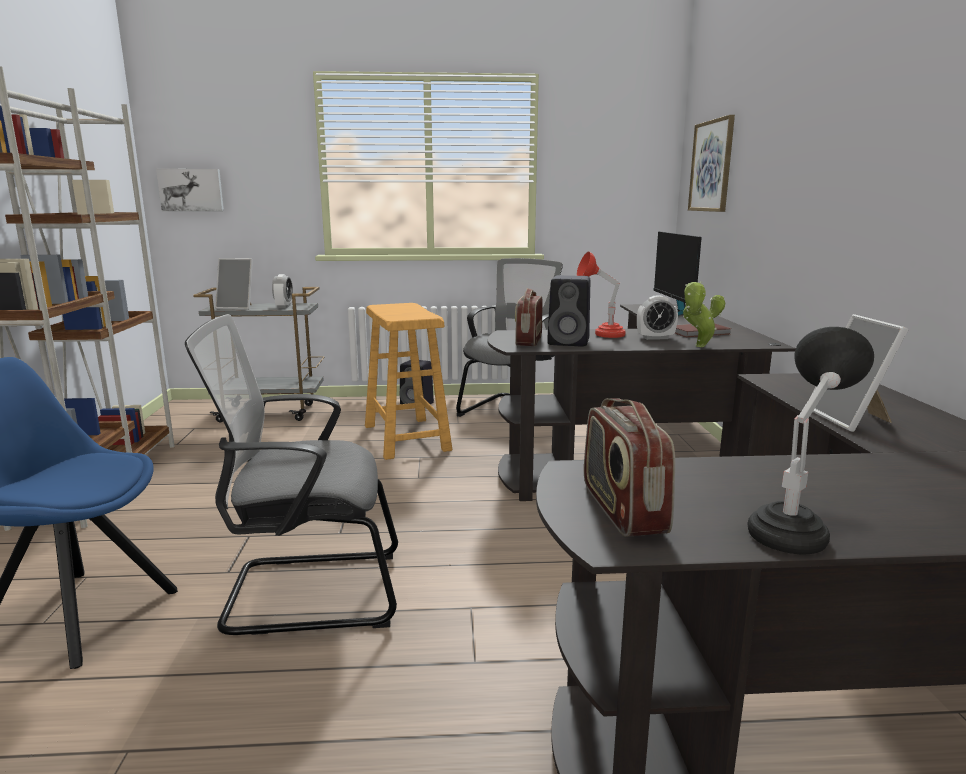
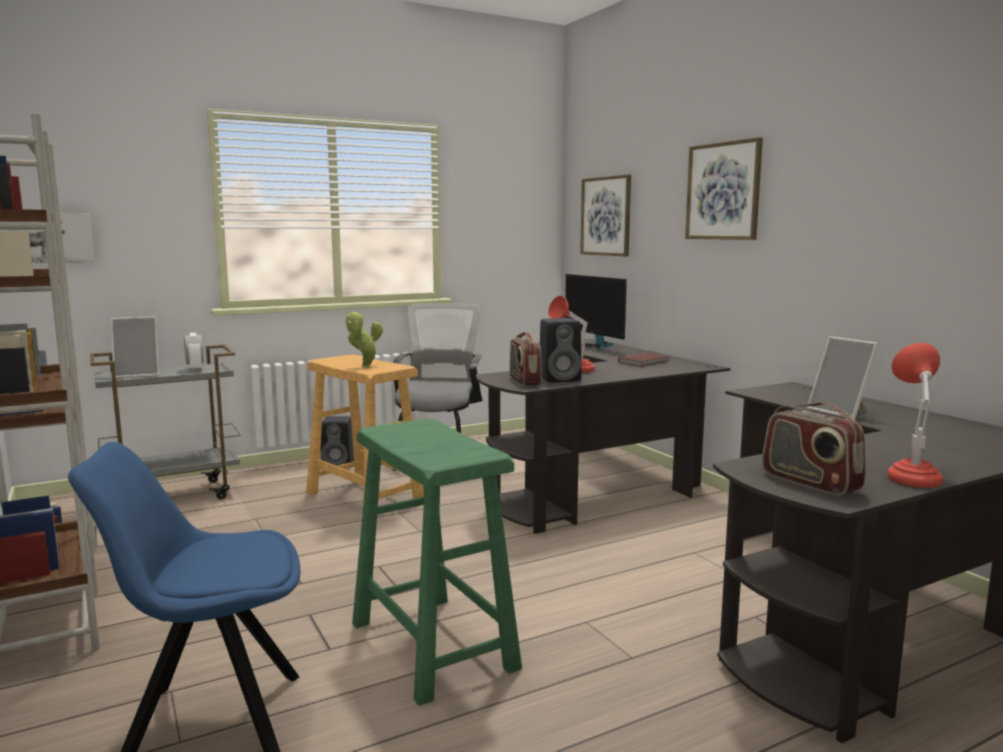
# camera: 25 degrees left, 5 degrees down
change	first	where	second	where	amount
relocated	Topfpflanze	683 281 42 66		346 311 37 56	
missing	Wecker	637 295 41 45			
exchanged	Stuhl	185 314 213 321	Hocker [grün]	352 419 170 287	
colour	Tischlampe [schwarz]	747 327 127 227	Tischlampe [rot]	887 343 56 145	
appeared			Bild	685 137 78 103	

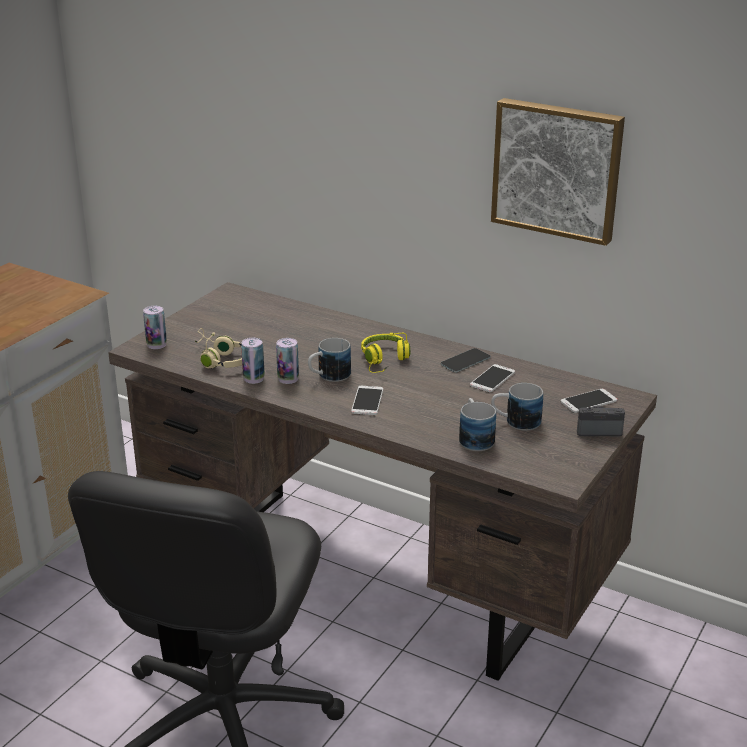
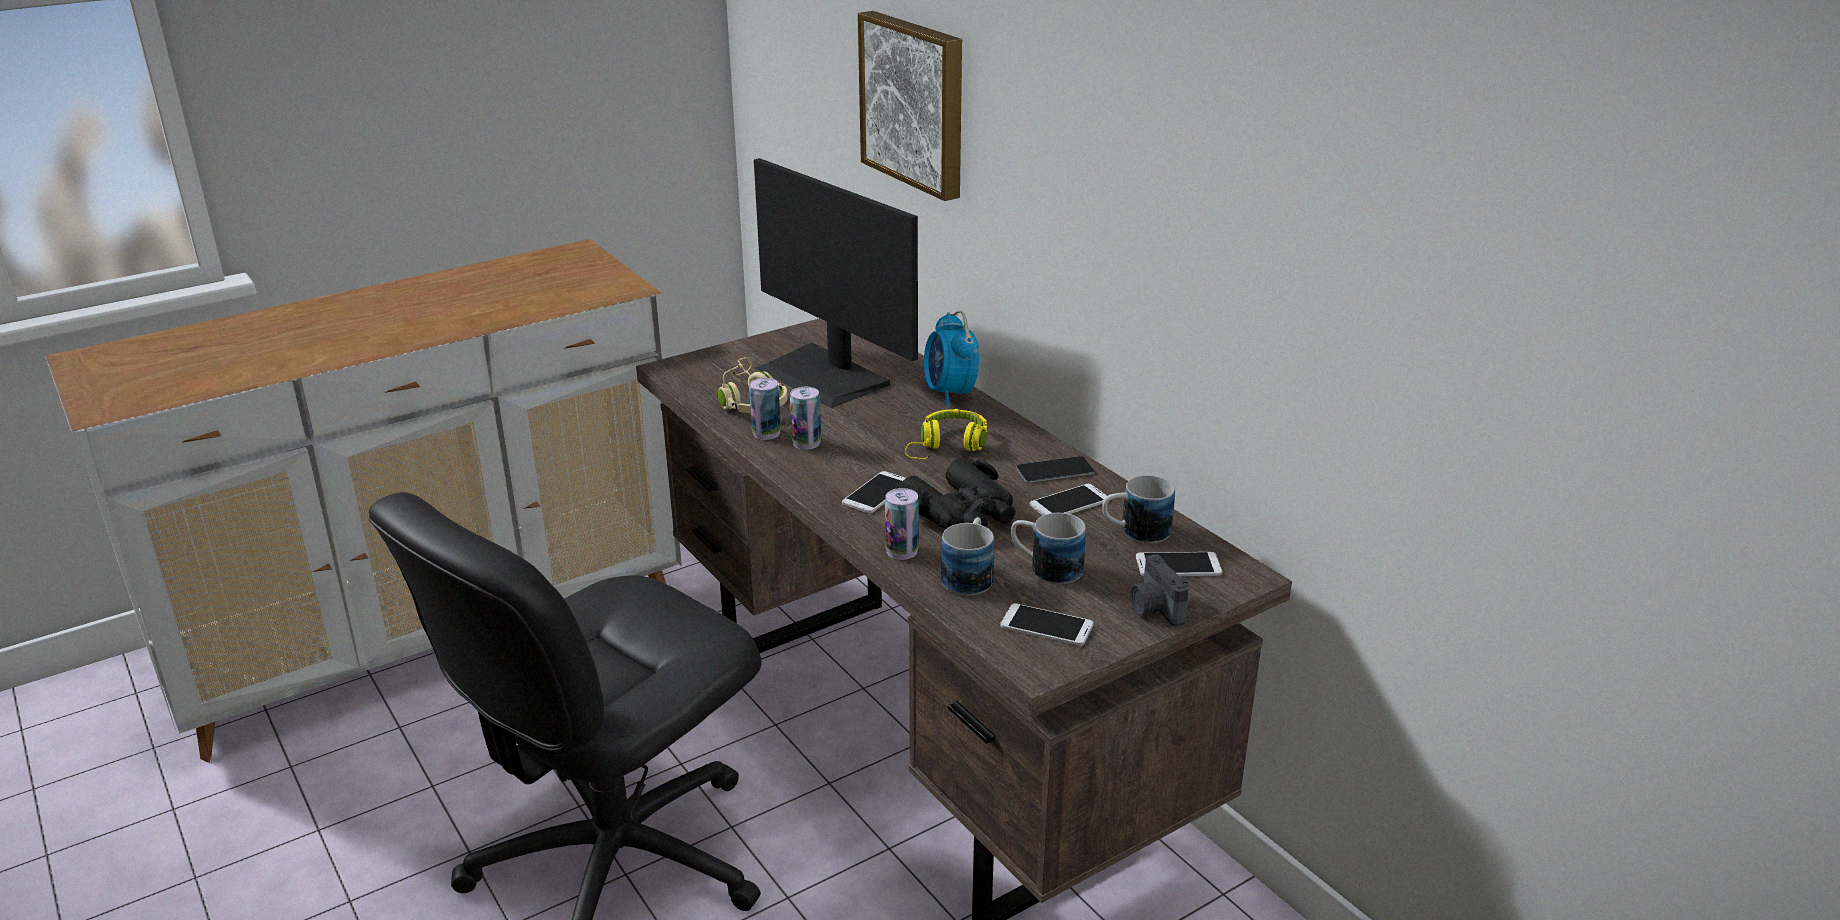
# camera: 25 degrees right, 0 degrees up
change	first	where	second	where	amount
relocated	Bild	491 98 134 148		858 11 104 190	
relocated	Dose	143 306 24 43		885 488 34 72	
relocated	Henkelbecher	308 338 43 44		1102 475 73 69	
spun	Kamera	577 405 48 31		1130 554 59 72	135 degrees counterclockwise
appeared			Monitor	754 158 164 250	
appeared			Wecker	924 310 55 96	
appeared			Fernglas [schwarz]	895 458 121 71	
appeared			Handy	1000 603 94 43	

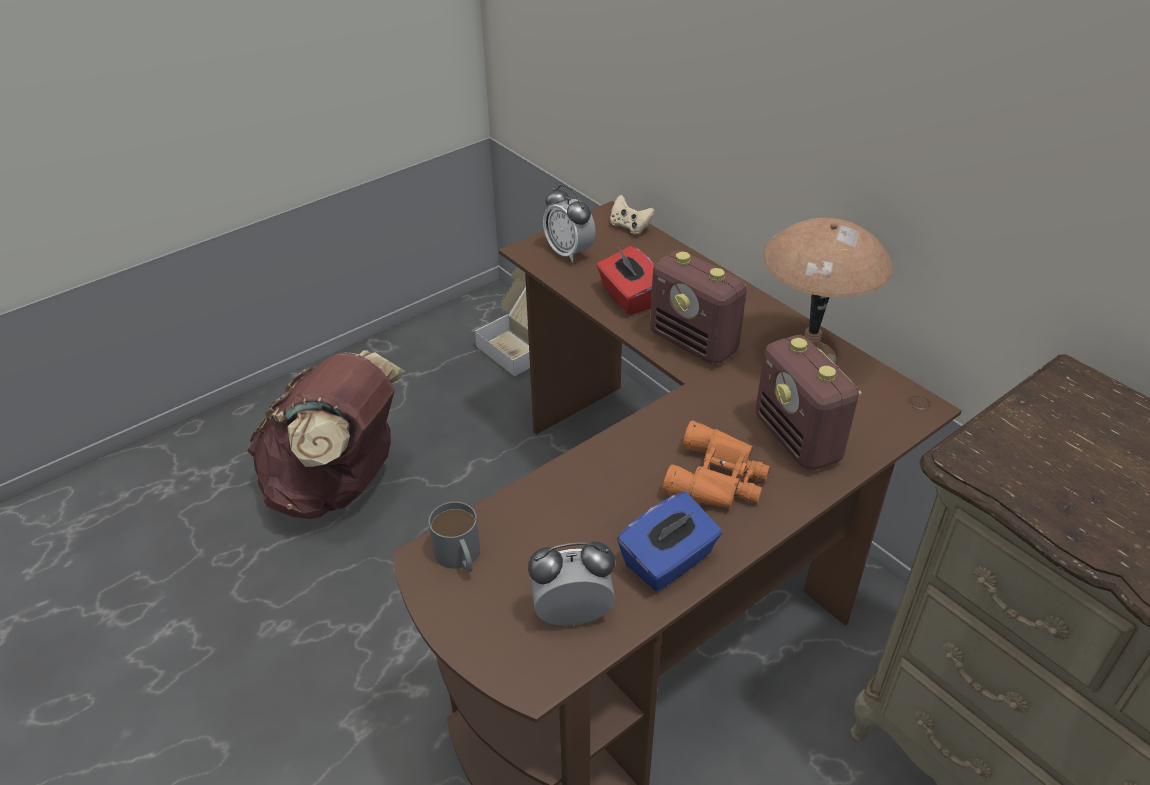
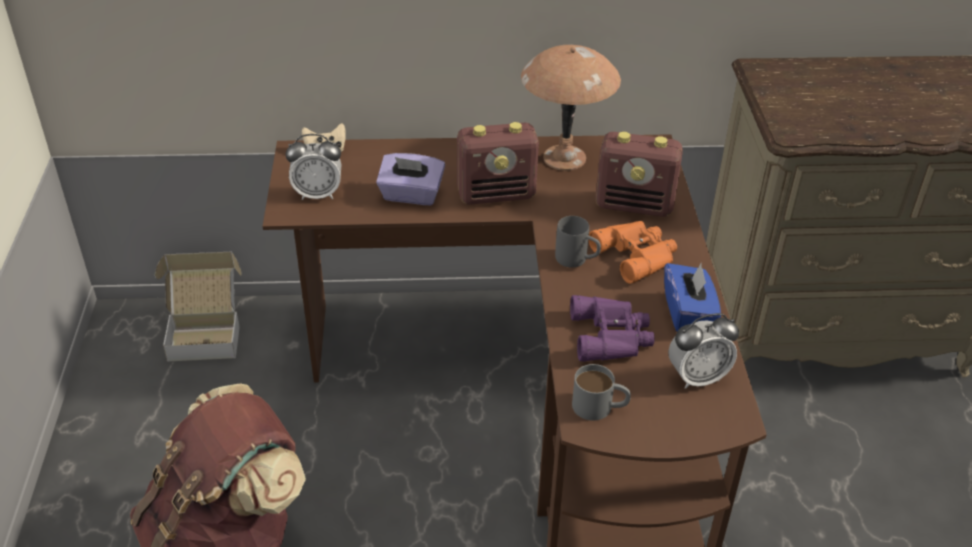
# camera: 55 degrees left, 0 degrees up
change	first	where	second	where	amount
colour	Taschentuchbox [rot]	597 246 58 69	Taschentuchbox [lila]	376 153 69 52	
spun	Wecker	528 542 87 84		668 313 71 76	135 degrees counterclockwise
appeared			Henkelbecher [grau]	555 216 46 52	
appeared			Fernglas [lila]	570 295 85 67	

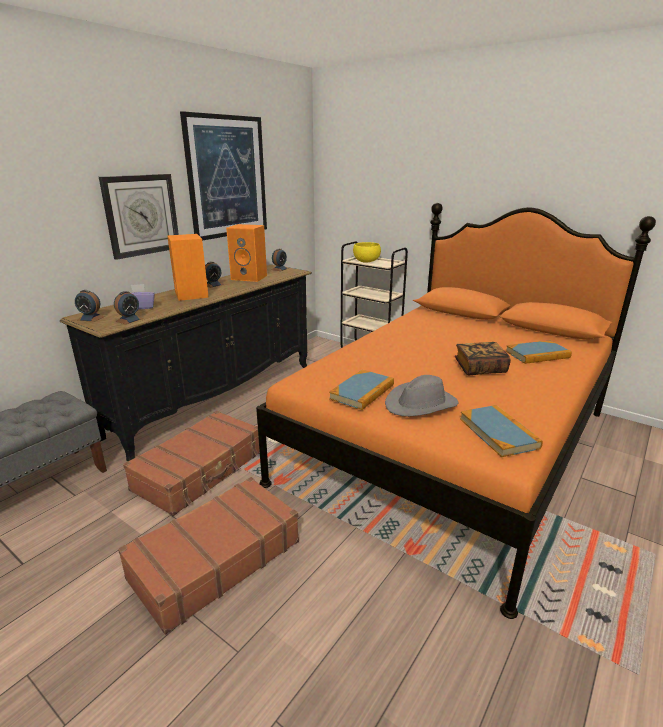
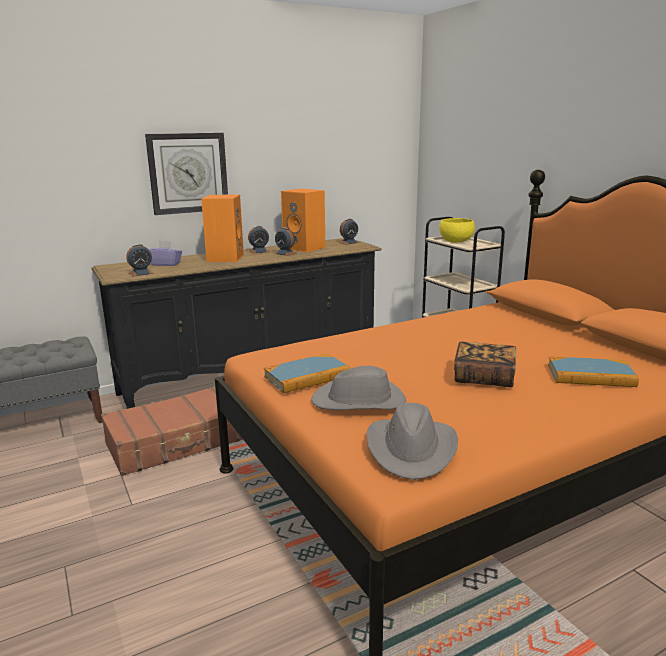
# camera: 25 degrees right, 5 degrees down
change	first	where	second	where	amount
missing	Bild	180 111 87 130			
relocated	Wecker	75 290 30 32		274 227 23 29	
exchanged	Buch	460 405 83 52	Hut [grau]	366 403 92 77	
missing	Koffer [braun]	118 477 181 158			

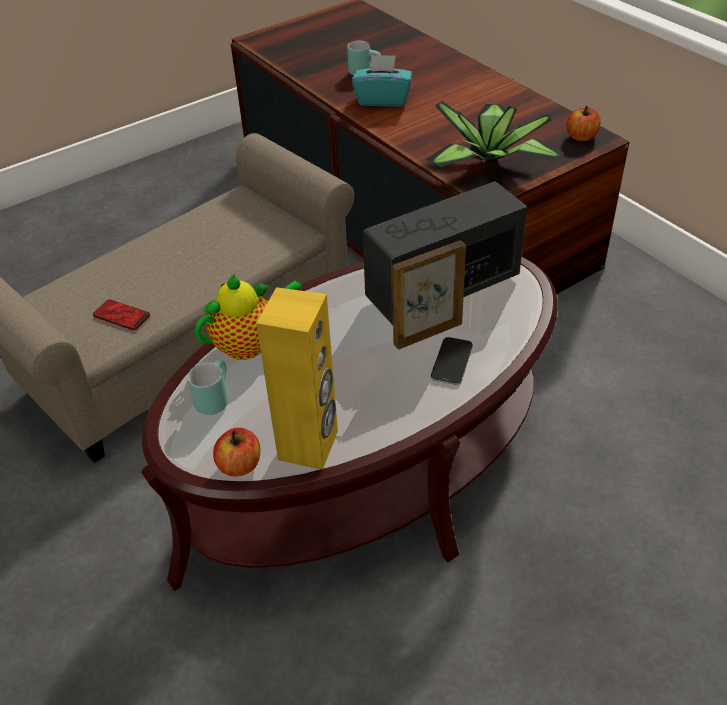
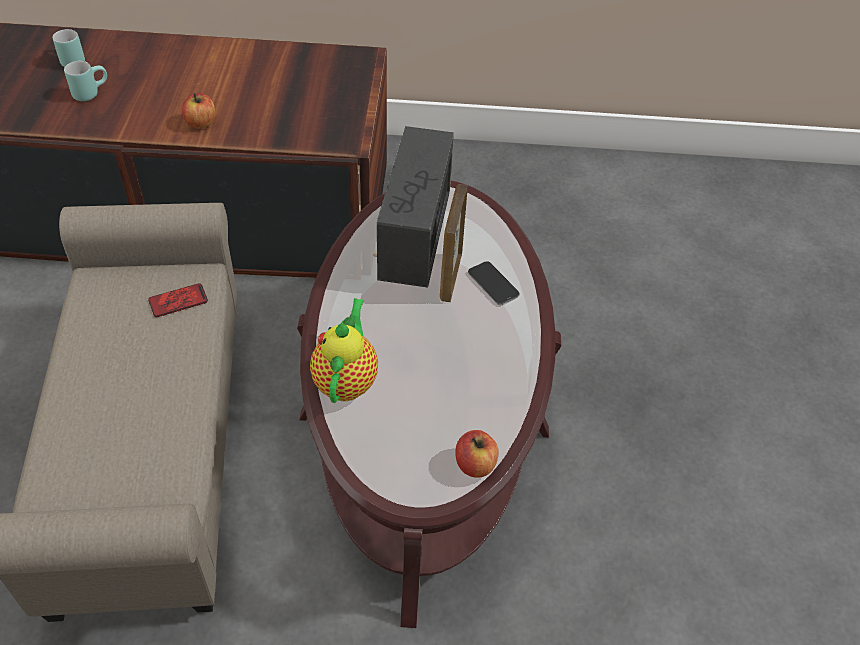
# camera: 55 degrees left, 5 degrees up
change	first	where	second	where	amount
missing	Taschentuchbox [türkis]	352 54 60 53			
missing	Topfpflanze	426 101 137 66			
relocated	Apfel	567 106 34 35		182 93 33 36	
missing	Lautsprecher [gelb]	256 287 82 183			
relocated	Handy	93 299 57 31		148 283 60 34	
relocated	Henkelbecher [türkis]	188 359 40 56		52 29 33 38	

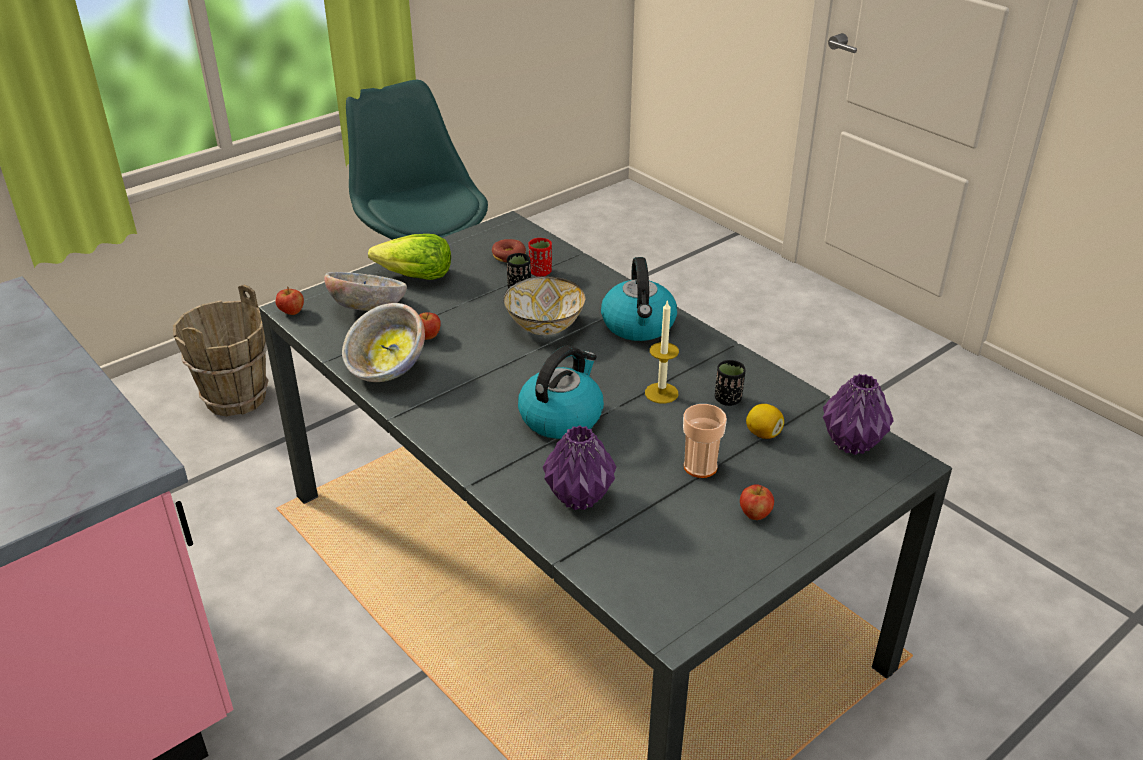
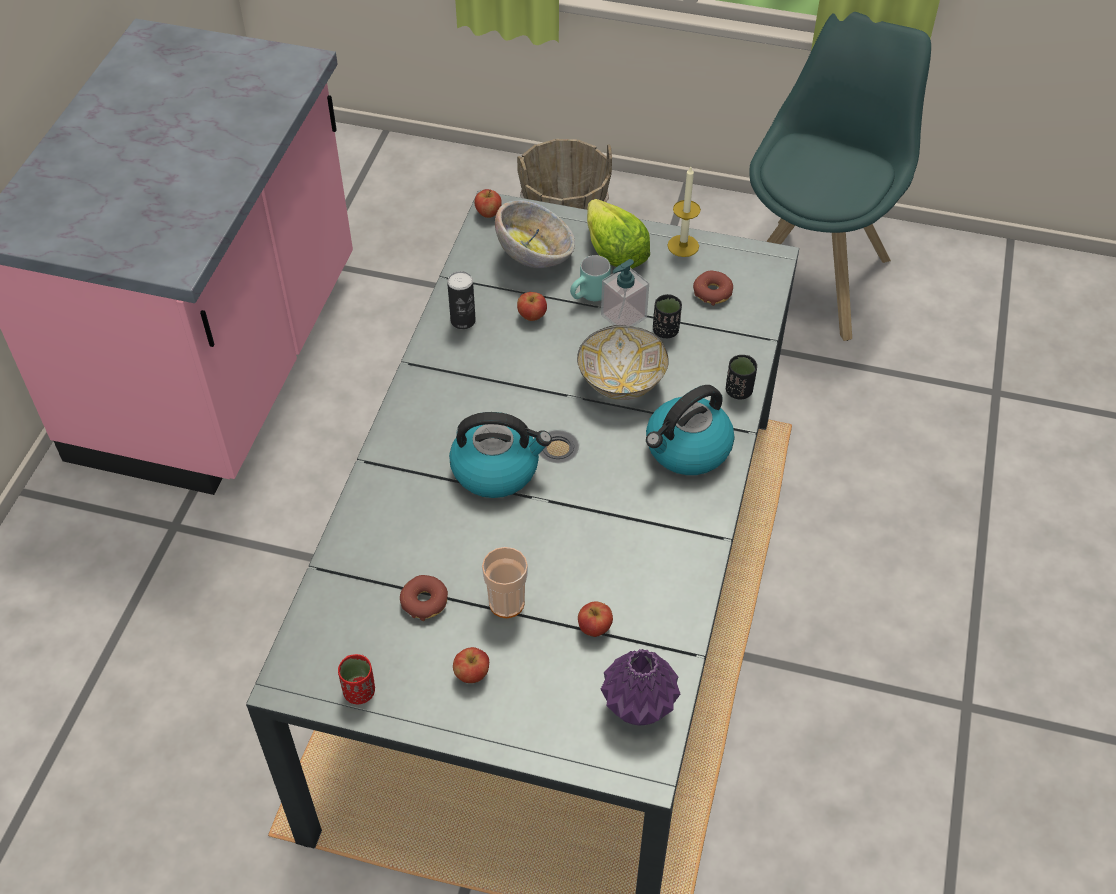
# camera: 55 degrees right, 15 degrees up
change	first	where	second	where	amount
relocated	Tasse [rot]	528 238 24 39		338 654 37 50	
relocated	Kerze	645 300 34 104		667 167 34 90	
exchanged	Schüssel	342 303 83 79	Dose	447 271 29 58	
relocated	Tasse [schwarz]	715 360 31 46		726 355 31 44	
exchanged	Zitrone	746 404 38 35	Apfel	578 601 35 36	
missing	Vase [lila]	543 425 73 85			
appeared			Henkelbecher [türkis]	570 255 41 46	
appeared			Seifenspender	601 259 48 67	
appeared			Donut	400 575 48 46	

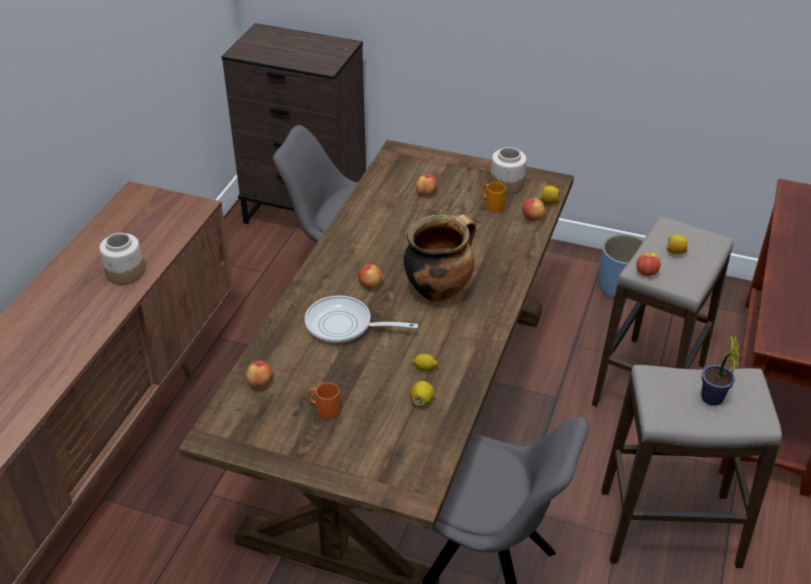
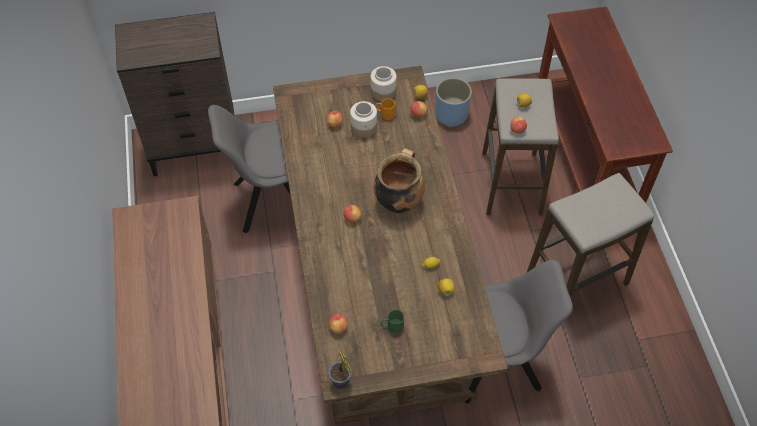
# camera: 30 degrees left, 15 degrees up
change	first	where	second	where	amount
relocated	Vorratsglas	99 233 45 52		350 101 27 36	
missing	Pfanne	305 295 113 48			
relocated	Topfpflanze	702 336 37 70		329 351 23 38	
colour	Henkelbecher [orange]	307 382 33 37	Henkelbecher [grün]	381 309 23 24	

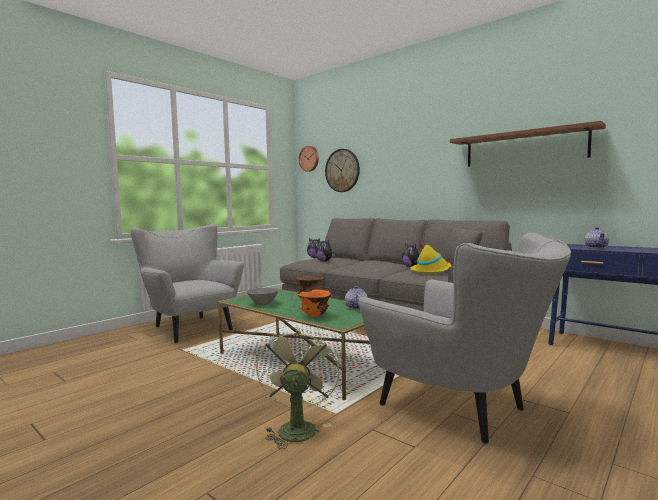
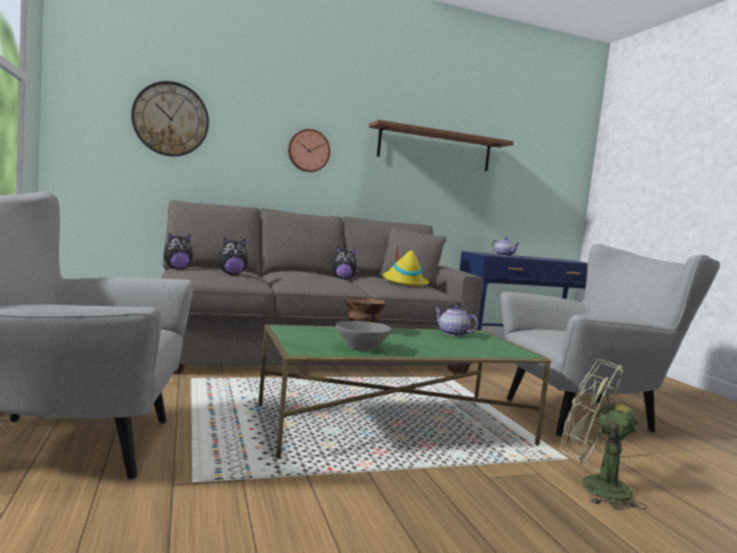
# camera: 60 degrees left, 0 degrees up
change	first	where	second	where	amount
relocated	Wanduhr	299 146 20 26		288 129 42 43	
missing	Schüssel [orange]	297 290 35 27			

